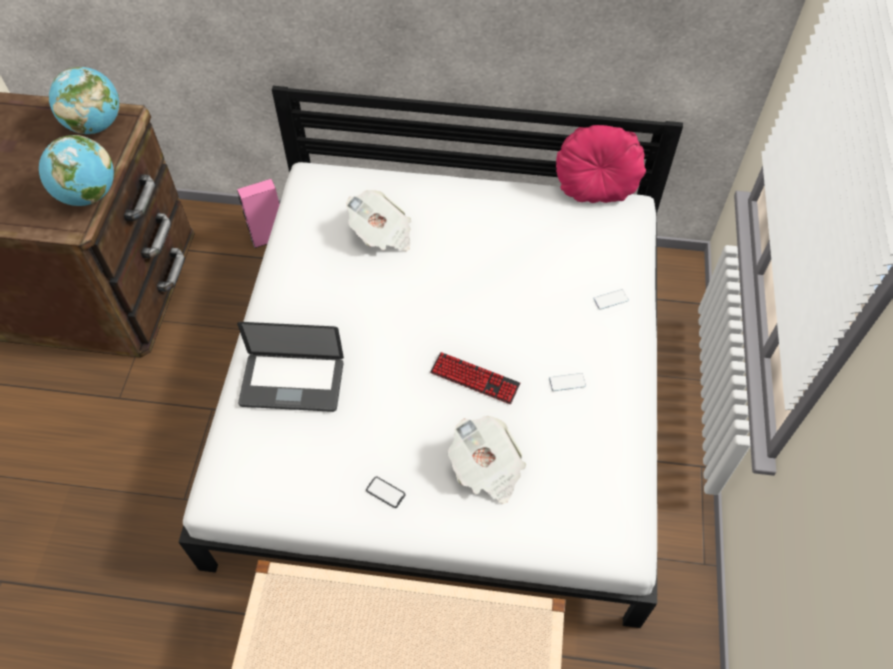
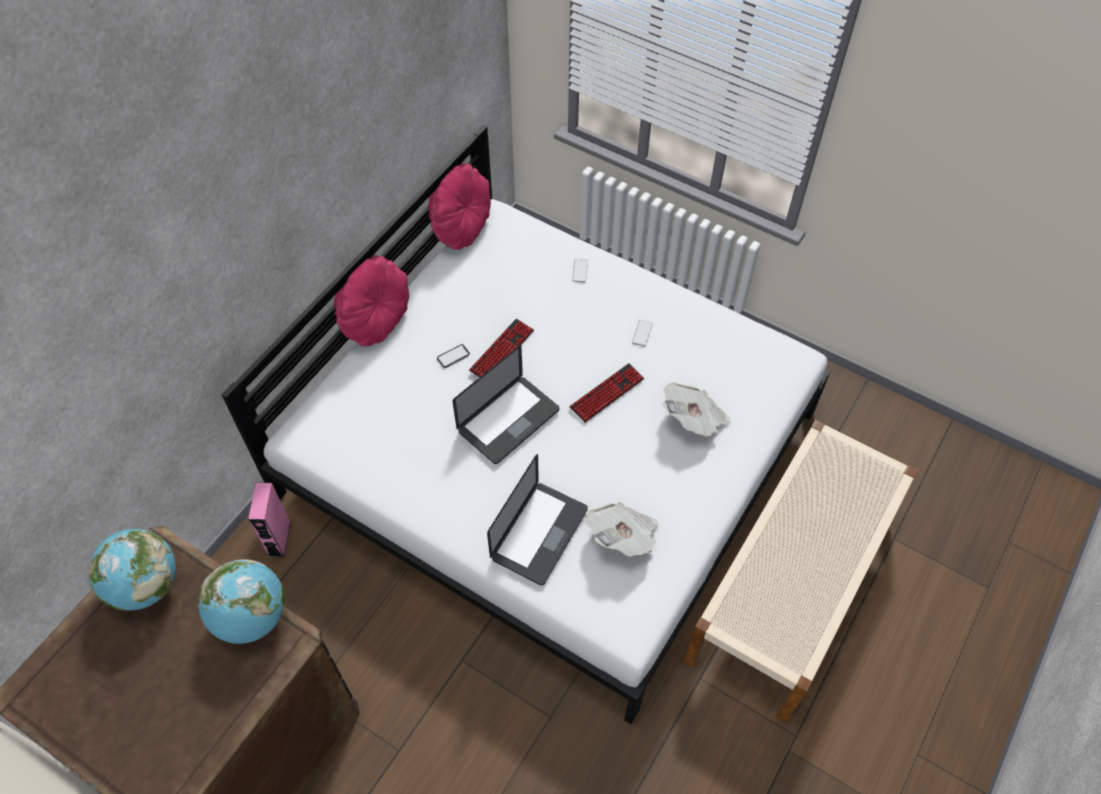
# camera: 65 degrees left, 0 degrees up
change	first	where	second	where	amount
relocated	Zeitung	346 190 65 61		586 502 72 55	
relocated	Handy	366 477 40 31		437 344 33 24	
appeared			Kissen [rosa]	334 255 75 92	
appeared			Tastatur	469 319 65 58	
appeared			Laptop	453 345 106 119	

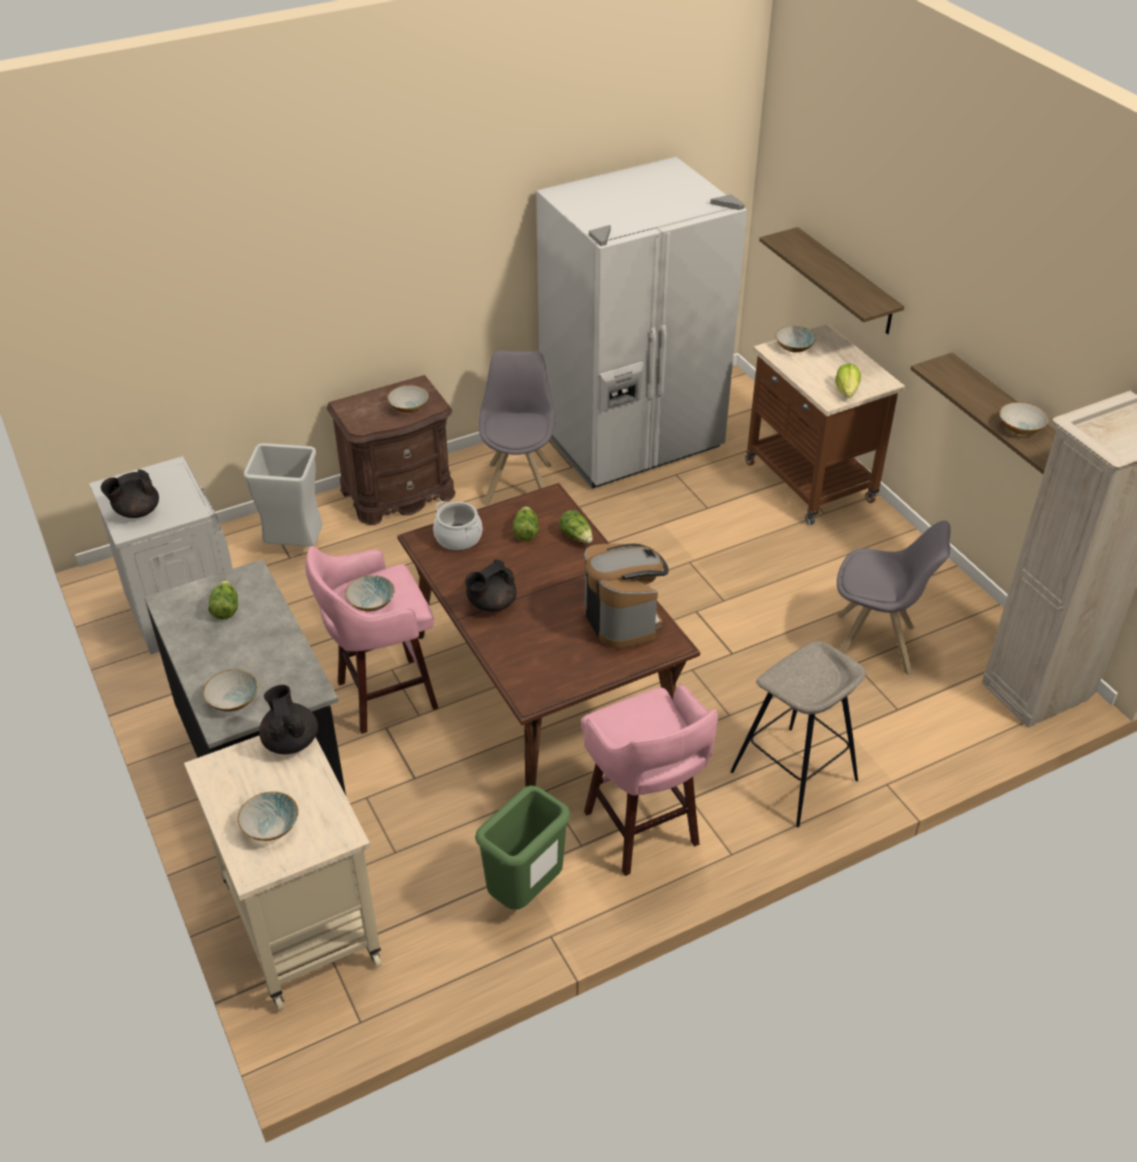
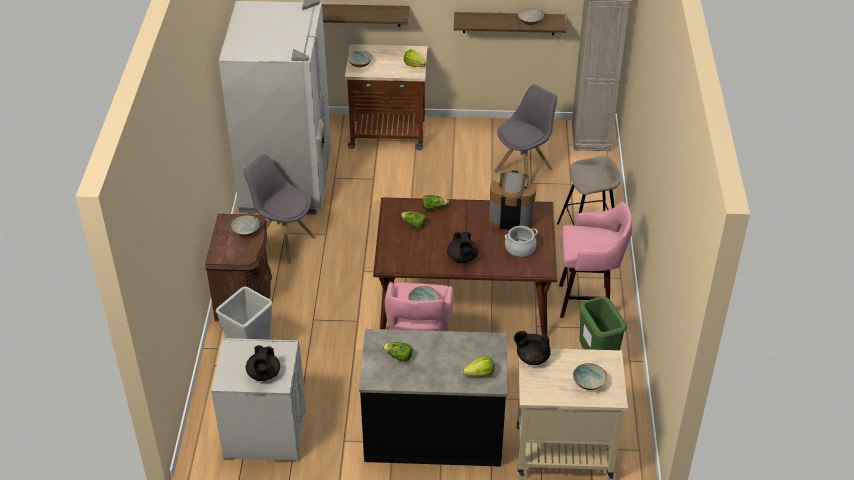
# camera: 60 degrees left, 0 degrees up
change	first	where	second	where	amount
relocated	Kochtopf	433 501 49 50		505 226 33 31	
exchanged	Schüssel	203 669 55 42	Salatkopf	463 356 31 21	

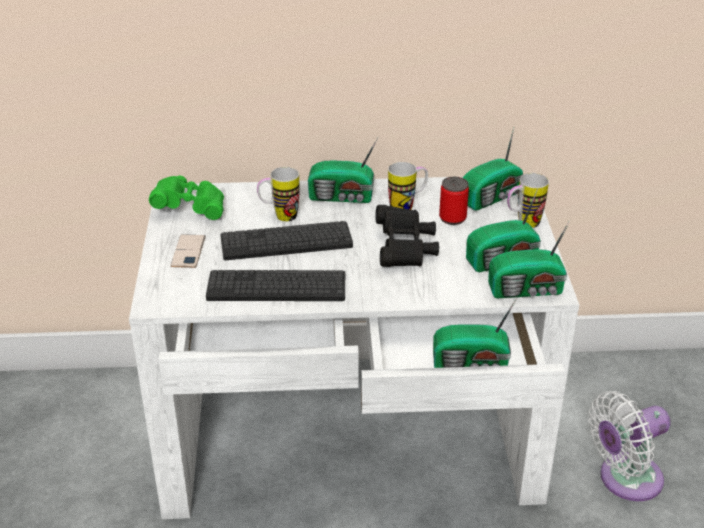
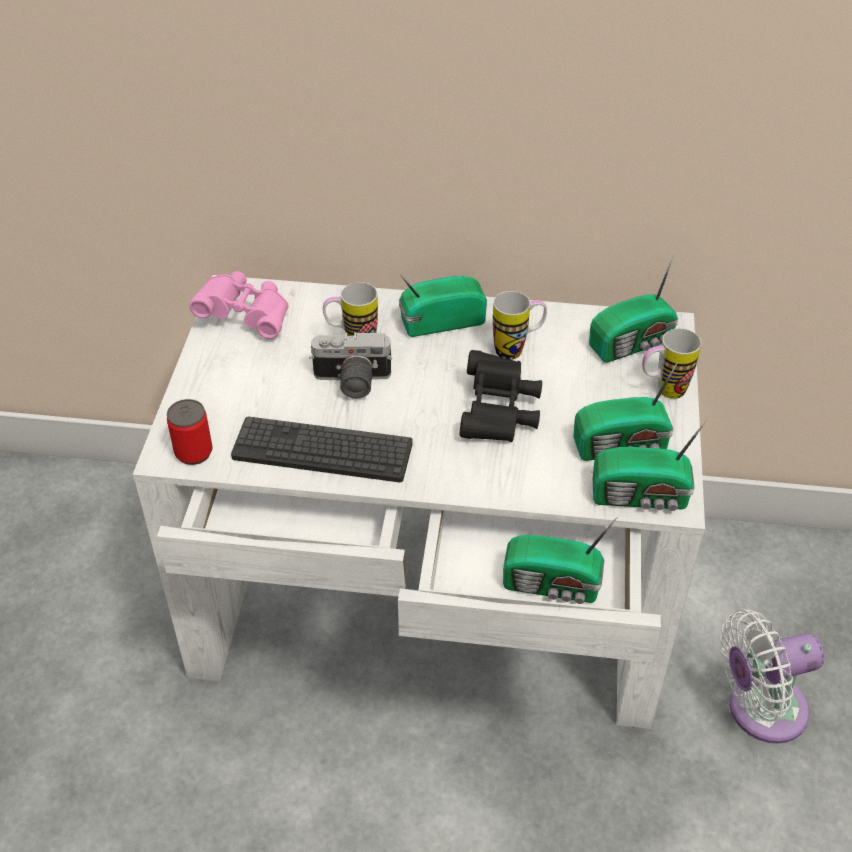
# camera: 10 degrees right, 10 degrees up
change	first	where	second	where	amount
spun	Radio	308 136 71 67		399 275 88 62	150 degrees clockwise
colour	Fernglas [grün]	149 176 75 44	Fernglas [rosa]	189 271 100 68	
relocated	Dose	439 177 30 48		167 399 46 66	
exchanged	Tastatur	220 221 133 39	Kamera	309 333 83 66	
missing	Handy	170 234 35 34			

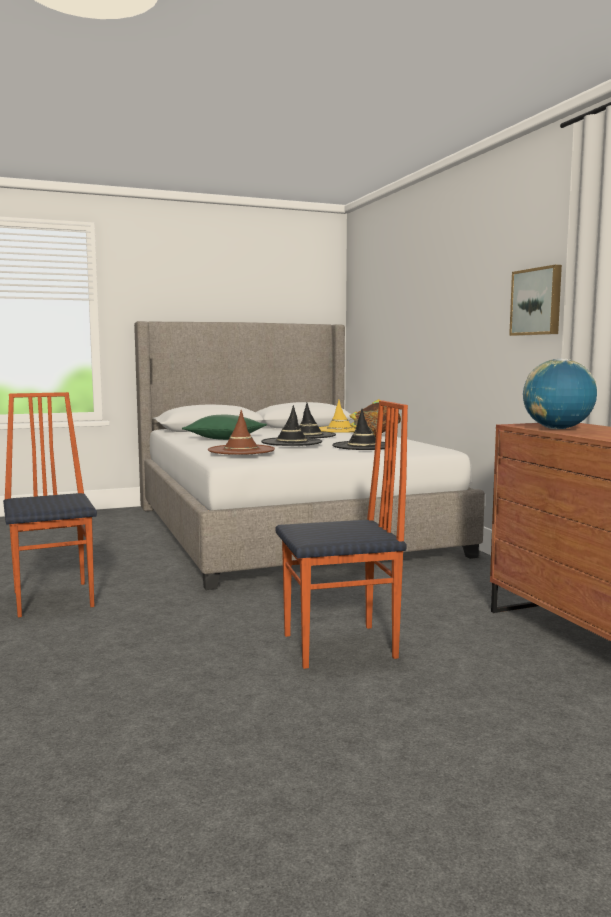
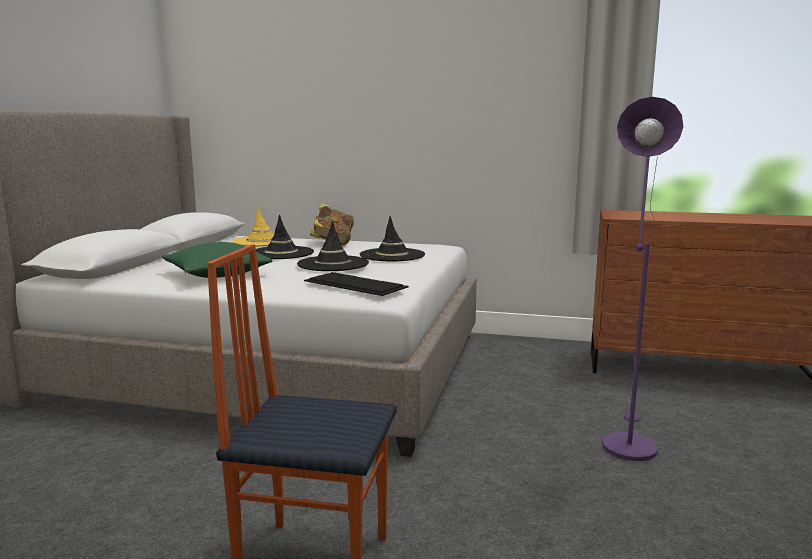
# camera: 55 degrees left, 5 degrees up
change	first	where	second	where	amount
missing	Bild	509 265 53 71			
missing	Globus	523 359 74 70			
exchanged	Stuhl	275 400 133 269	Stehlampe [lila]	602 97 82 364	
exchanged	Hut [braun]	208 410 67 45	Tastatur	304 272 105 24	

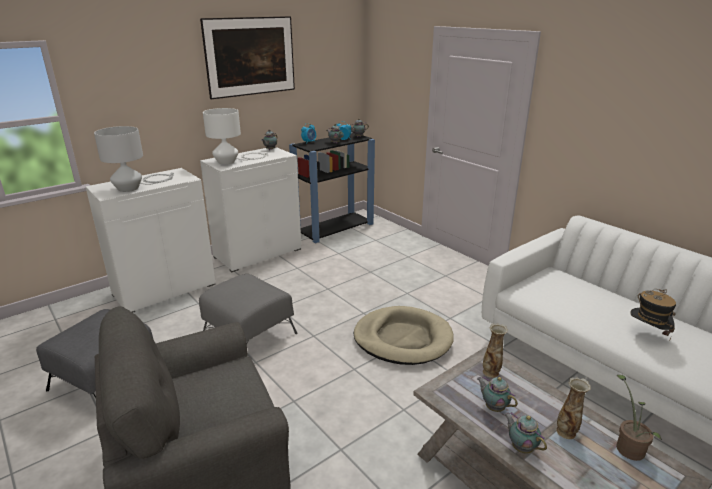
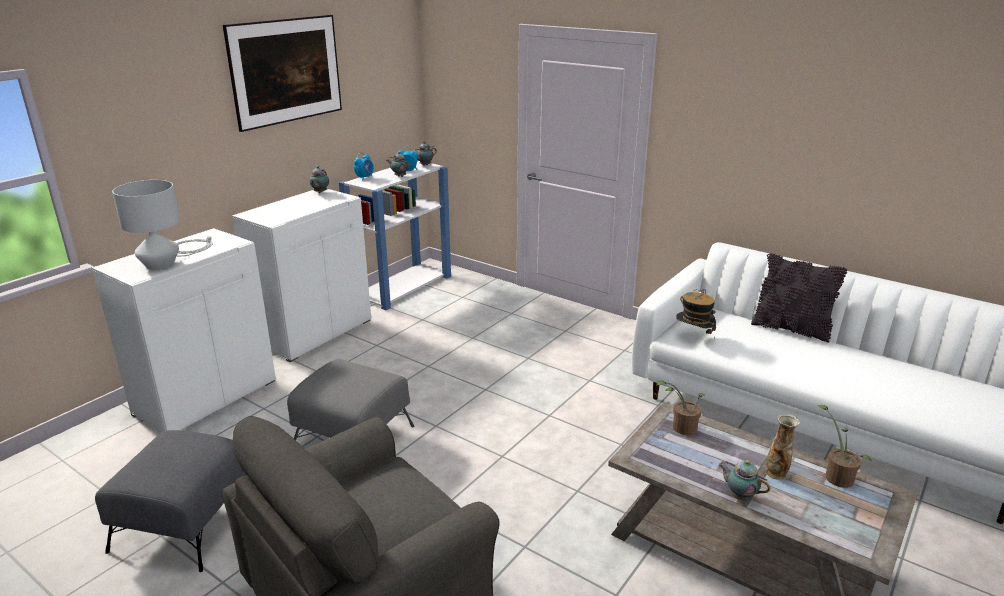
# camera: 15 degrees left, 0 degrees up
change	first	where	second	where	amount
missing	Tischlampe [weiß]	203 108 65 56			
colour	Bücherregal [schwarz]	289 132 86 112	Bücherregal [weiß]	339 161 112 149	
relocated	Hut	631 289 45 51		676 289 40 50	
missing	Hundebett [beige]	354 306 100 59			
exchanged	Vase	483 324 25 54	Topfpflanze	656 380 49 55	
missing	Teekanne	477 376 41 36			
appeared			Kissen [schwarz]	751 253 96 90	

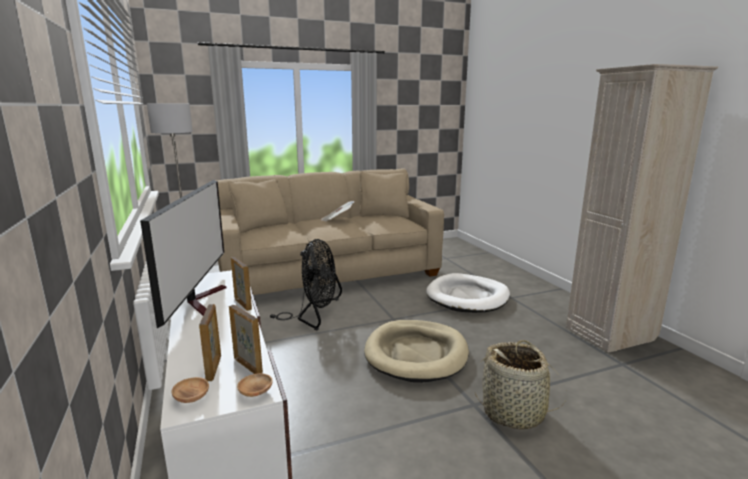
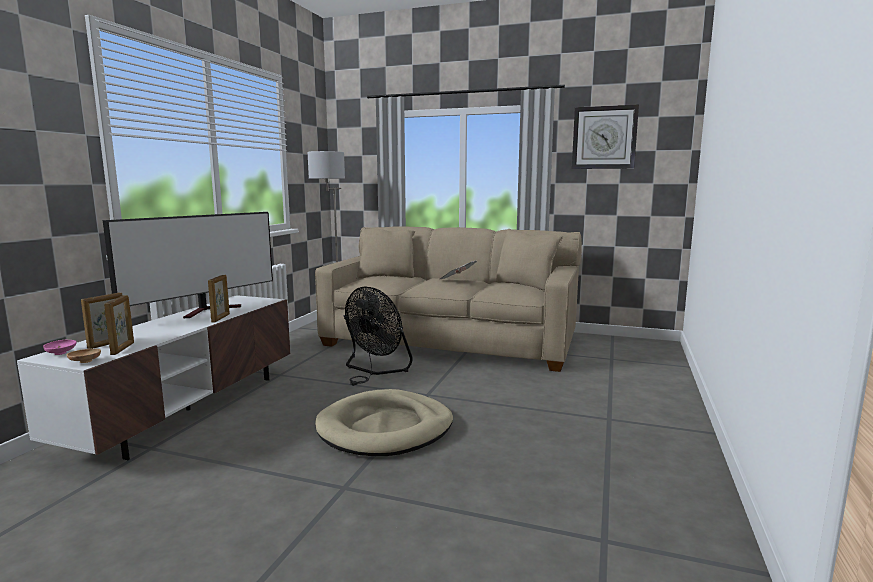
# camera: 40 degrees right, 5 degrees down
change	first	where	second	where	amount
missing	Schrank [beige]	566 64 152 289			
spun	Ventilator [schwarz]	269 239 73 92		344 287 69 99	105 degrees counterclockwise
missing	Hundebett [weiß]	426 273 84 40			
missing	Korb	475 340 92 90			
colour	Schüssel [braun]	171 377 38 26	Schüssel [rosa]	43 340 33 15	
appeared			Wanduhr	572 105 67 64	

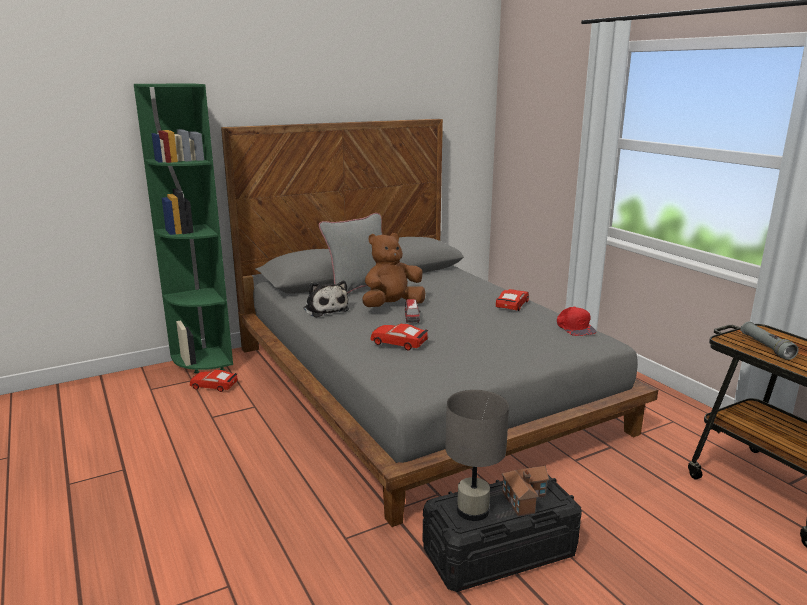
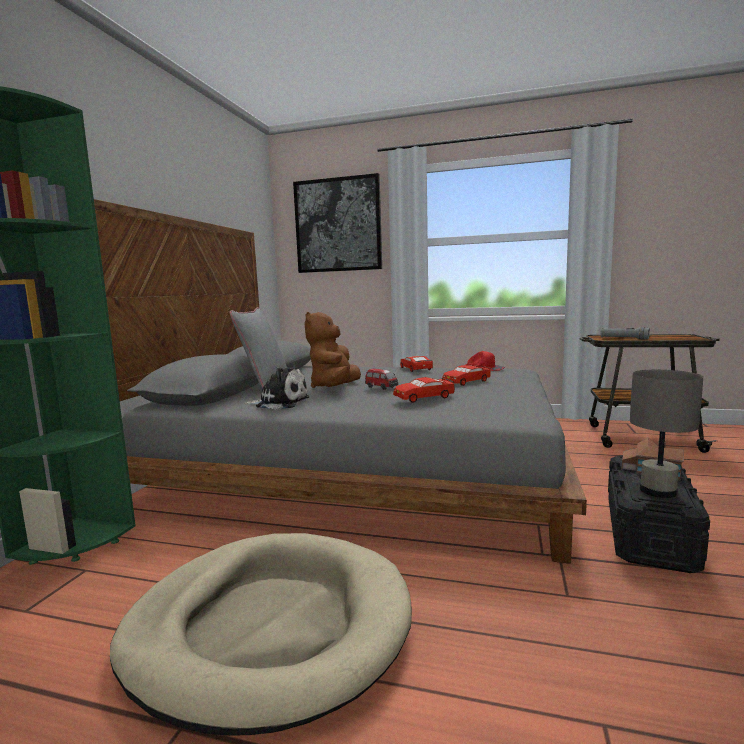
# camera: 45 degrees left, 10 degrees down
change	first	where	second	where	amount
relocated	Spielzeugauto [rot]	190 370 48 22		442 365 49 21	
appeared			Bild	293 173 89 100	
appeared			Hundebett [beige]	110 533 302 203	

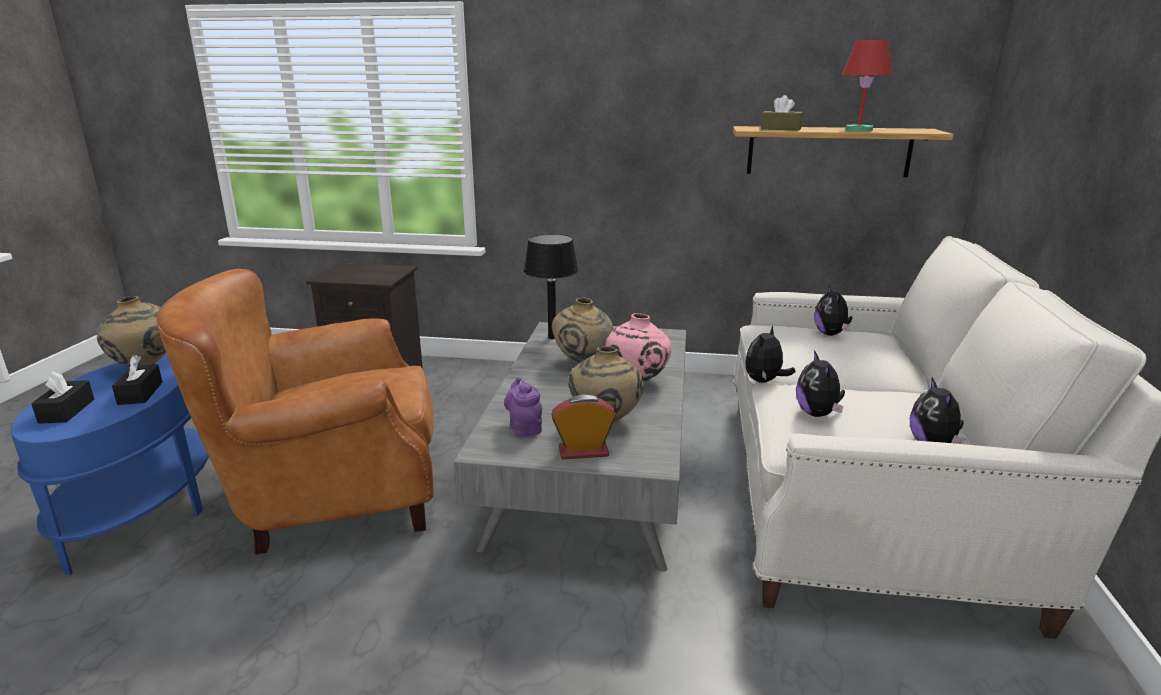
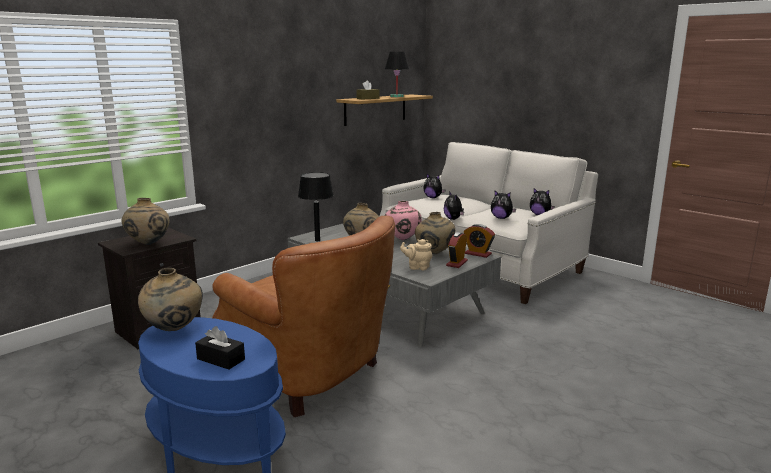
# camera: 55 degrees left, 5 degrees down
change	first	where	second	where	amount
colour	Tischlampe [rot]	842 40 51 92	Tischlampe [schwarz]	385 52 24 45	
spun	Sessel [braun]	157 269 277 286		212 216 183 201	75 degrees counterclockwise
missing	Taschentuchbox [schwarz]	112 355 51 50			
colour	Teekanne [lila]	504 377 38 60	Teekanne [beige]	400 239 32 31	
appeared			Vase [beige]	121 198 49 47	
appeared			Wecker	464 224 31 34	

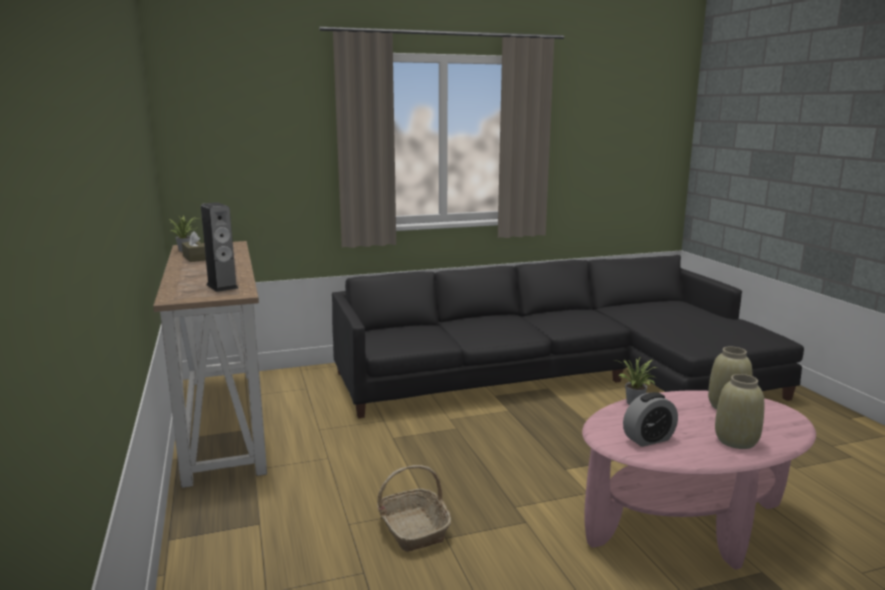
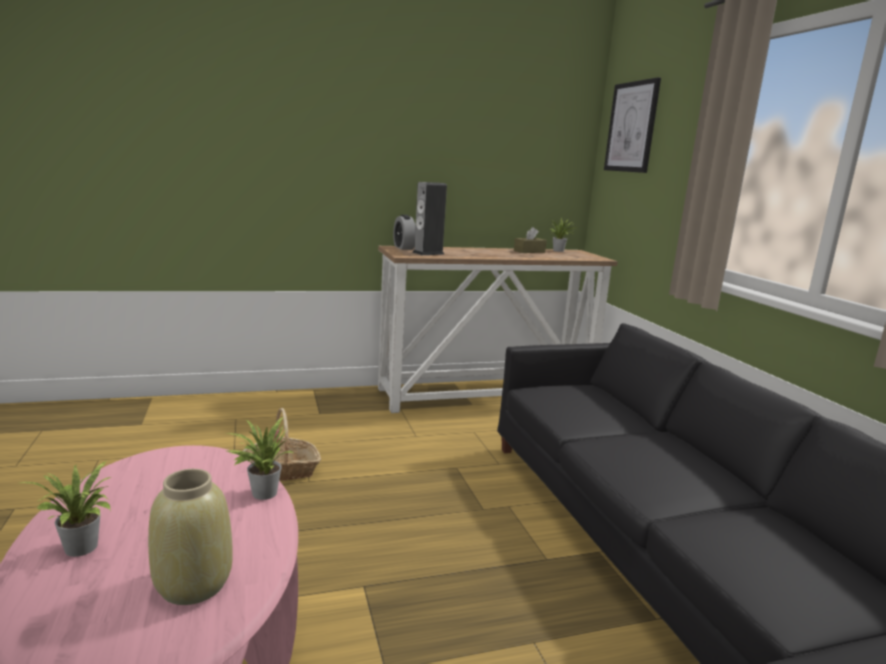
# camera: 90 degrees right, 0 degrees up
change	first	where	second	where	amount
exchanged	Vase [beige]	715 374 49 75	Topfpflanze	21 460 92 97	
relocated	Wecker	623 392 55 55		393 215 22 35	
appeared			Bild	604 77 57 96	

